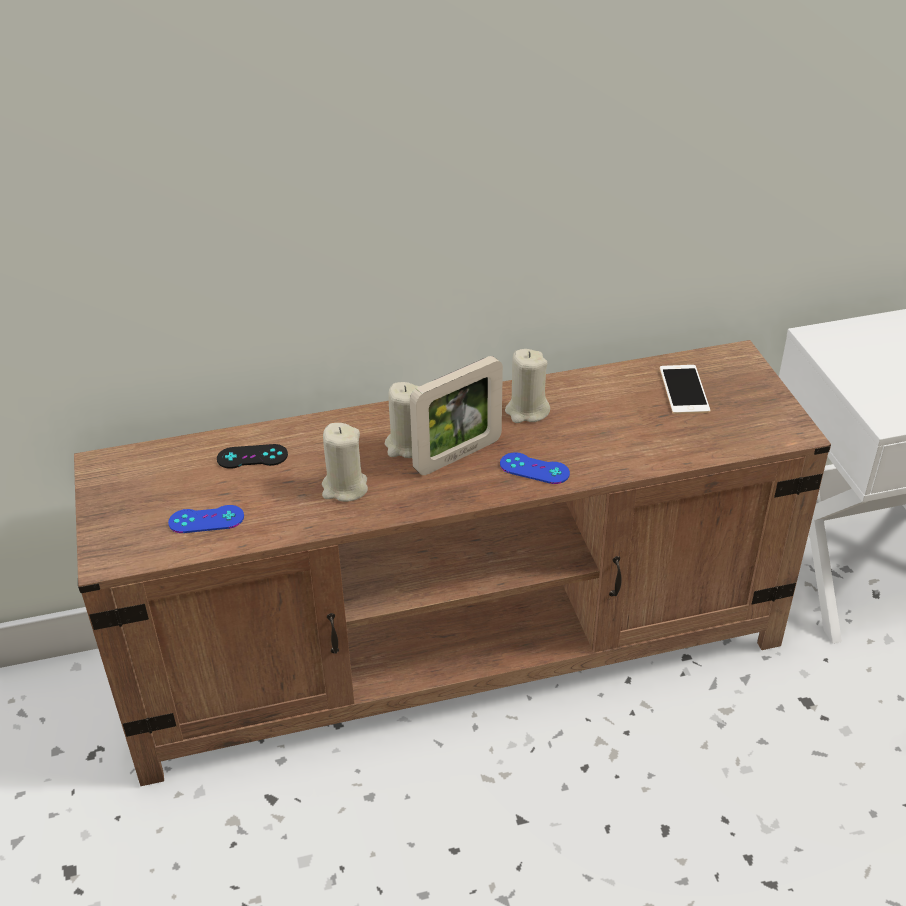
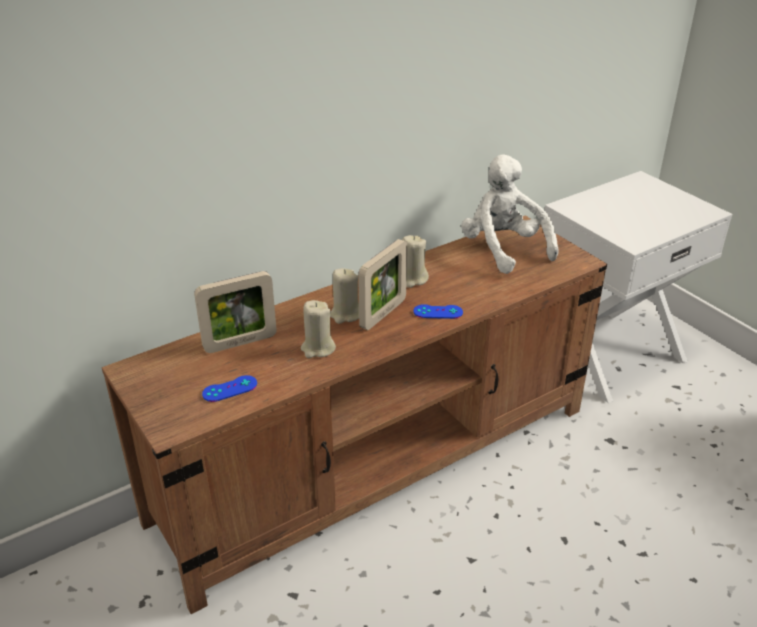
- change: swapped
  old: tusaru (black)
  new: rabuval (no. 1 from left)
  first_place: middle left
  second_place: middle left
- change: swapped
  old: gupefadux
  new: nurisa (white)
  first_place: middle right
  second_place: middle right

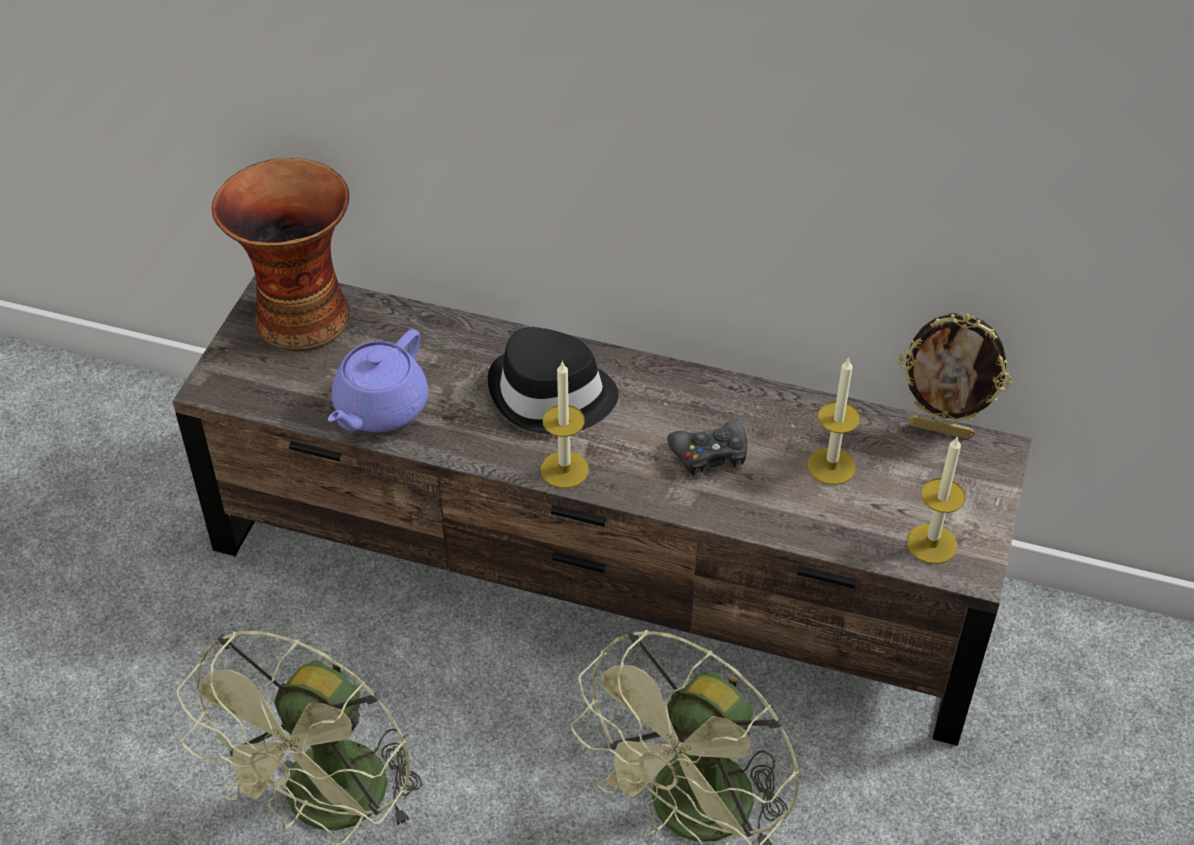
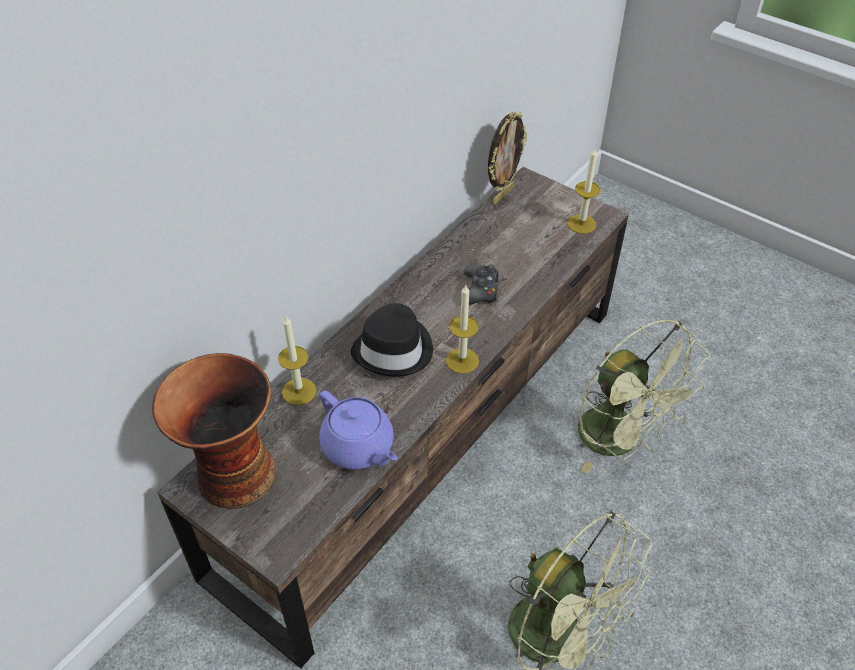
- change: shifted
  old: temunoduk (no. 2 from left in the first image)
  new: temunoduk (no. 1 from left)
  first_place: middle right
  second_place: centre

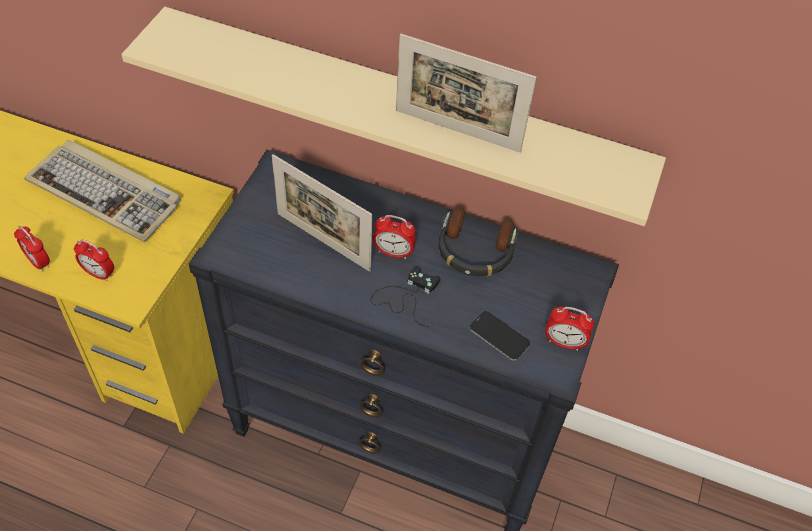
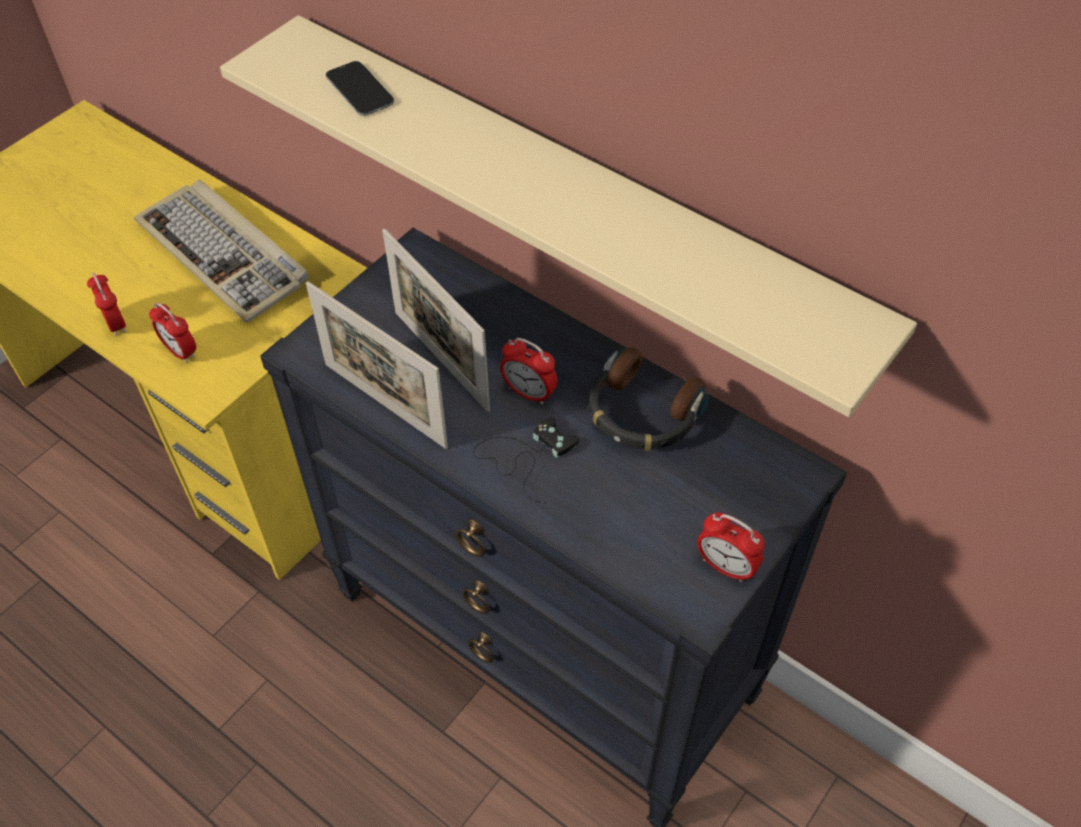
- change: shifted
  old: rabuval (no. 2 from left in the first image)
  new: rabuval (no. 1 from left)
  first_place: top centre
  second_place: centre
- change: shifted
  old: gupefadux
  first_place: centre
  second_place: top left

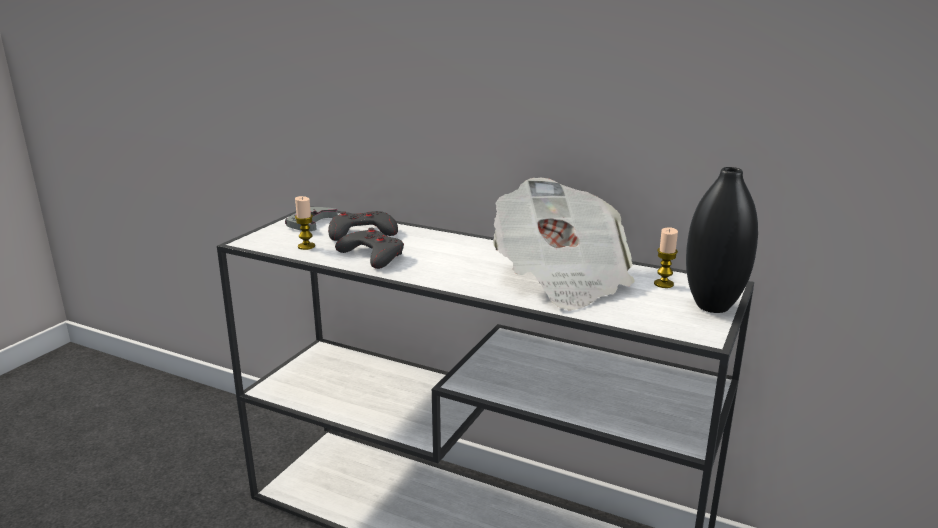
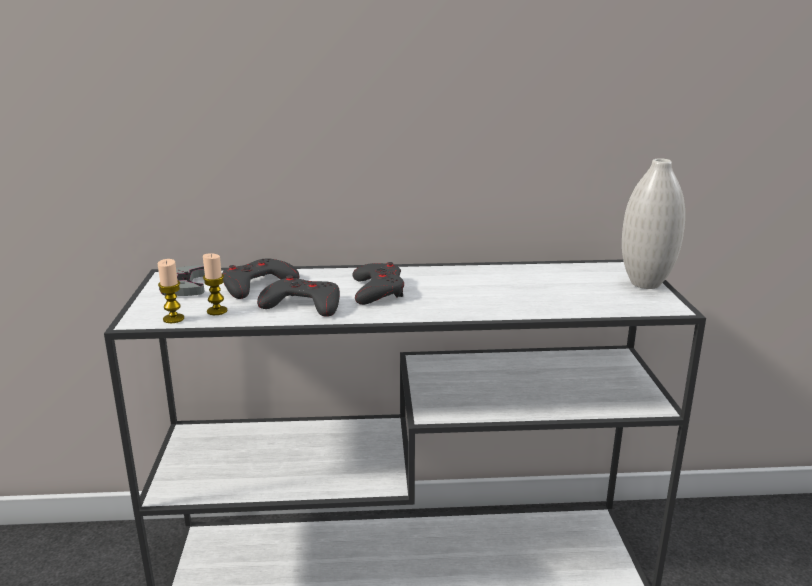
- change: shifted
  old: temunoduk (no. 2 from left in the first image)
  new: temunoduk (no. 1 from left)
  first_place: middle right
  second_place: middle left
- change: new
  new: tusaru (grey) (no. 4 from left)
  second_place: centre
- change: repainted
  old: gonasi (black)
  new: gonasi (white)
  first_place: middle right
  second_place: middle right
- change: gone
  old: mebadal
  first_place: centre

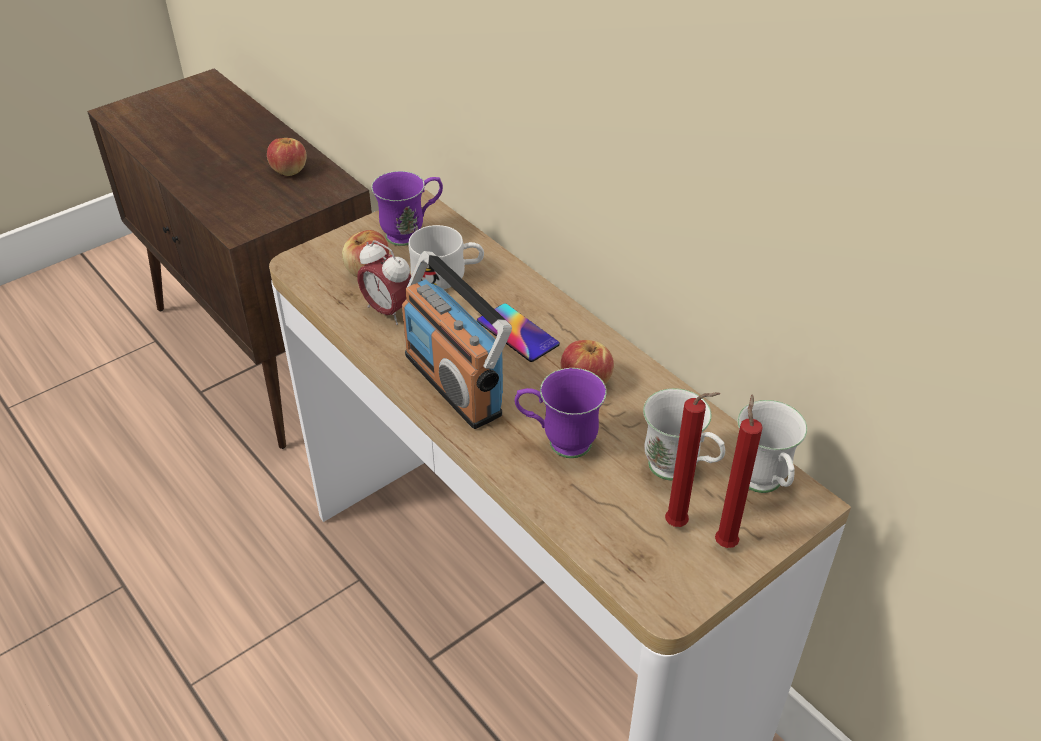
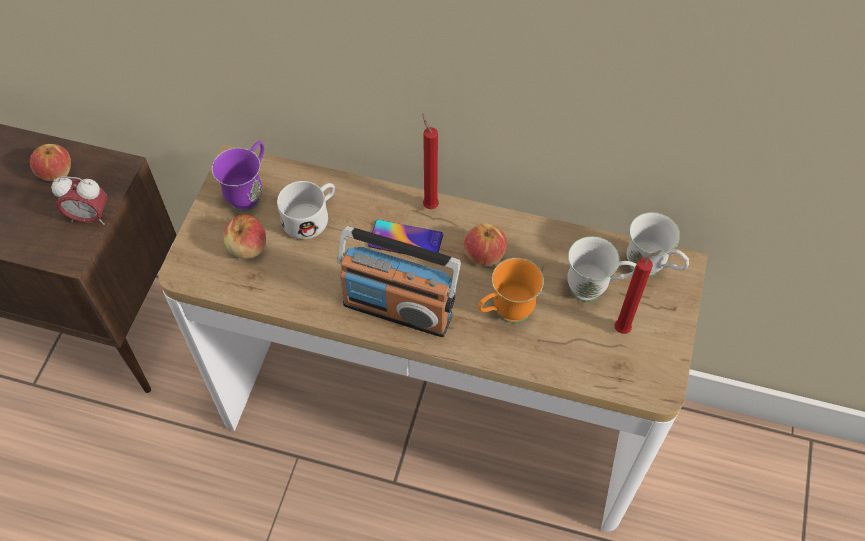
- change: shifted
  old: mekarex
  first_place: centre
  second_place: middle left
- change: shifted
  old: temunoduk (red) (no. 2 from left in the first image)
  new: temunoduk (red) (no. 1 from left)
  first_place: middle right
  second_place: top centre
- change: repainted
  old: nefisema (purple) (no. 2 from left)
  new: nefisema (orange)
  first_place: centre
  second_place: centre

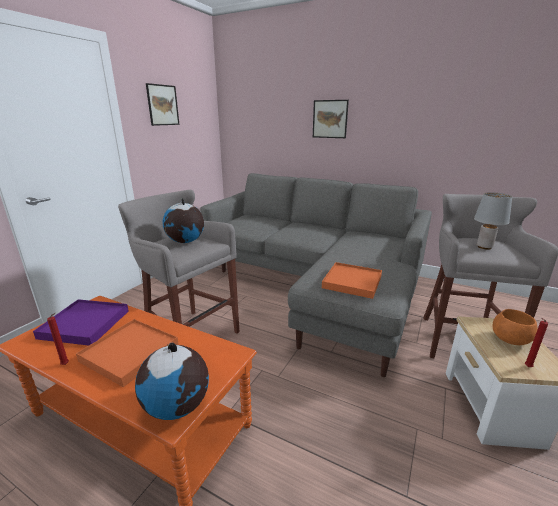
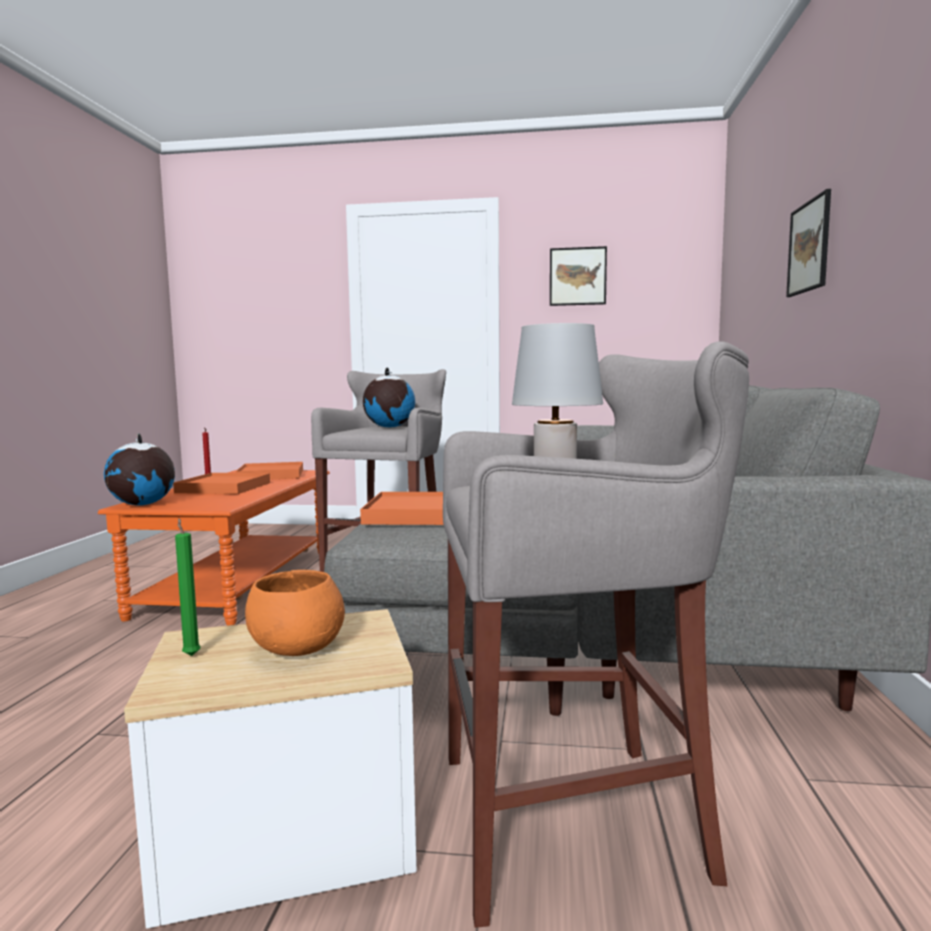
- change: repainted
  old: temunoduk (red) (no. 2 from left)
  new: temunoduk (green)
  first_place: bottom right
  second_place: middle left
- change: repainted
  old: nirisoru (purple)
  new: nirisoru (orange) (no. 2 from left)
  first_place: middle left
  second_place: middle left

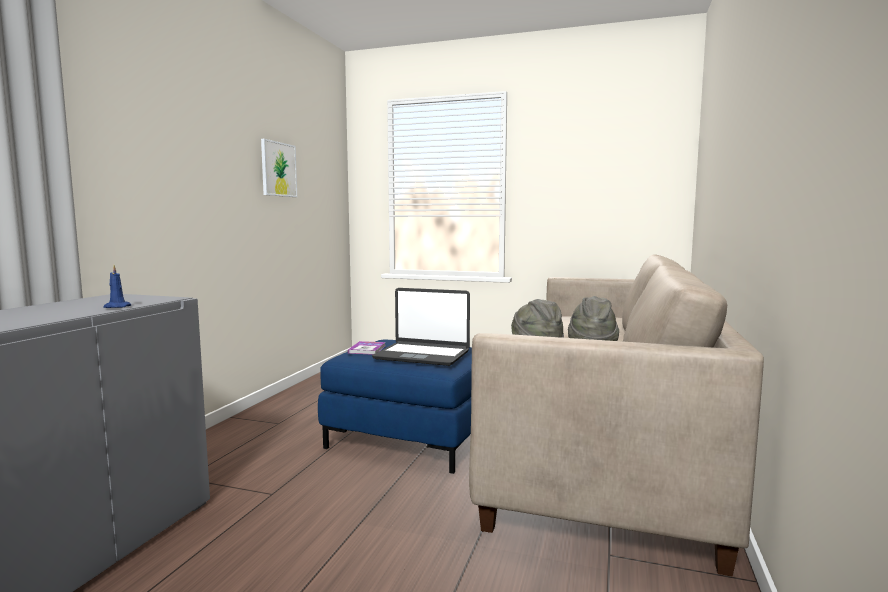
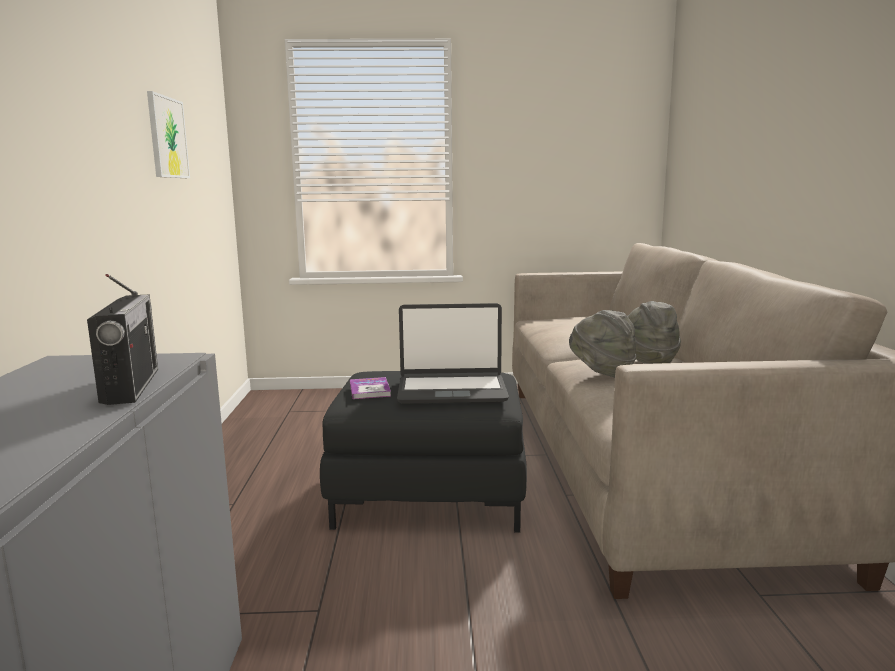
- change: swapped
  old: temunoduk (blue)
  new: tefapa
  first_place: middle left
  second_place: middle left
- change: repainted
  old: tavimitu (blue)
  new: tavimitu (black)
  first_place: bottom centre
  second_place: bottom centre

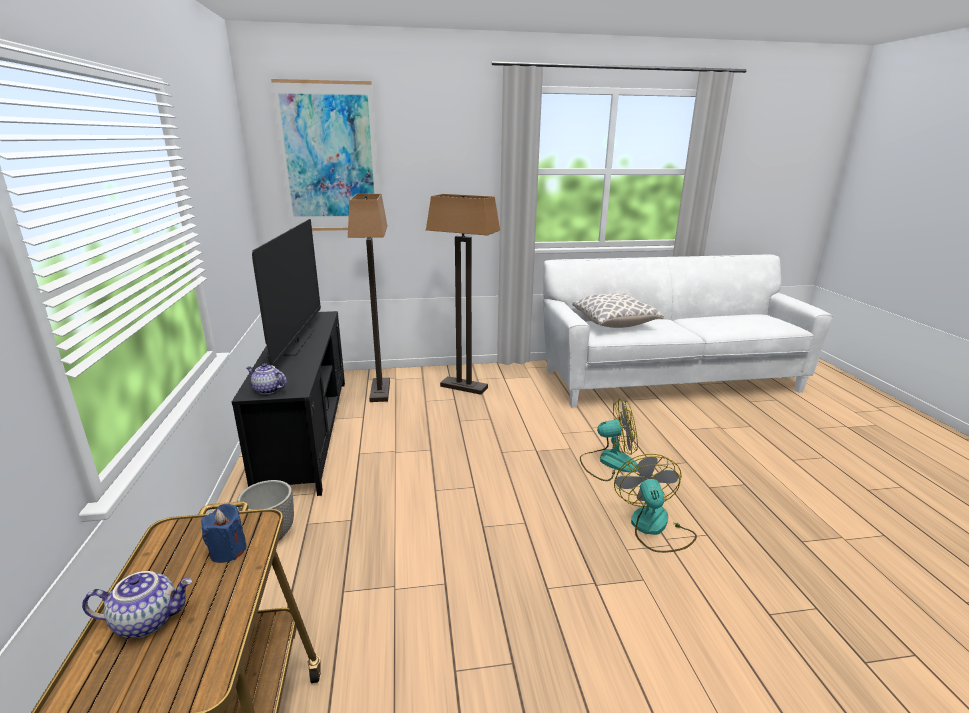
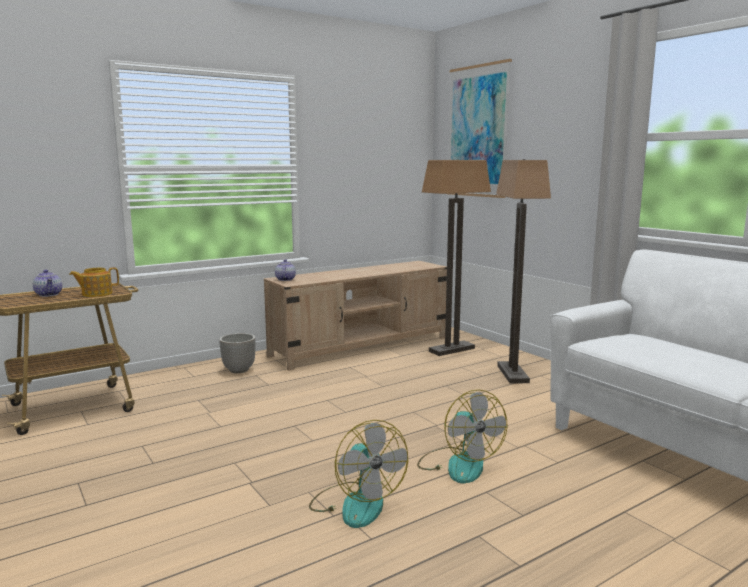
- change: swapped
  old: temunoduk (blue)
  new: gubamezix (no. 2 from left)
  first_place: bottom left
  second_place: middle left
- change: repainted
  old: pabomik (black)
  new: pabomik (beige)
  first_place: middle left
  second_place: centre
- change: rotated
  old: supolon (no. 2 from left in the first image)
  first_place: bottom right
  second_place: bottom centre
  degrees: 90
- change: gone
  old: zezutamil
  first_place: middle left
- change: gone
  old: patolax
  first_place: centre

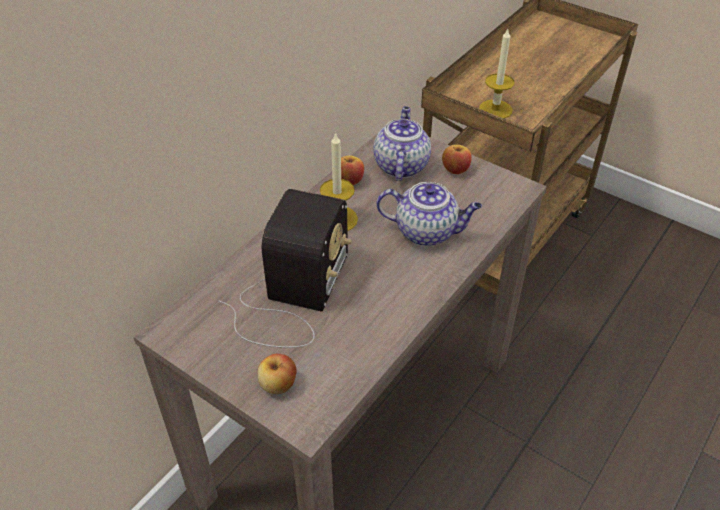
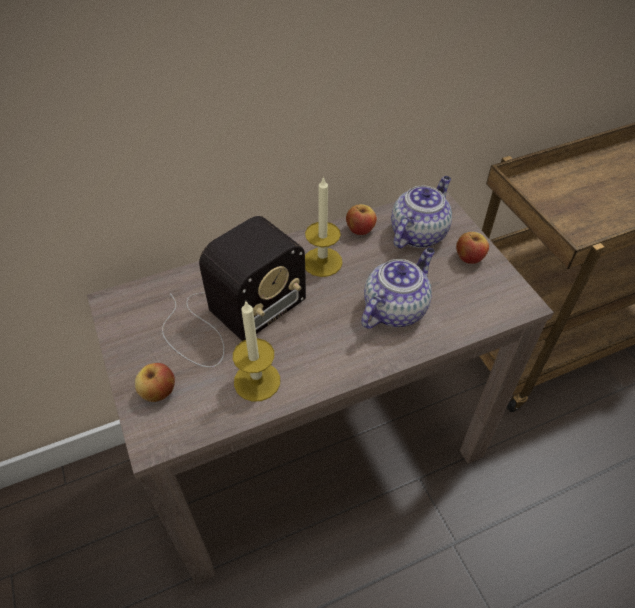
- change: shifted
  old: temunoduk (no. 2 from left in the first image)
  new: temunoduk (no. 1 from left)
  first_place: top right
  second_place: centre
- change: rotated
  old: gubamezix (no. 2 from left in the first image)
  first_place: centre
  second_place: centre
  degrees: -90

